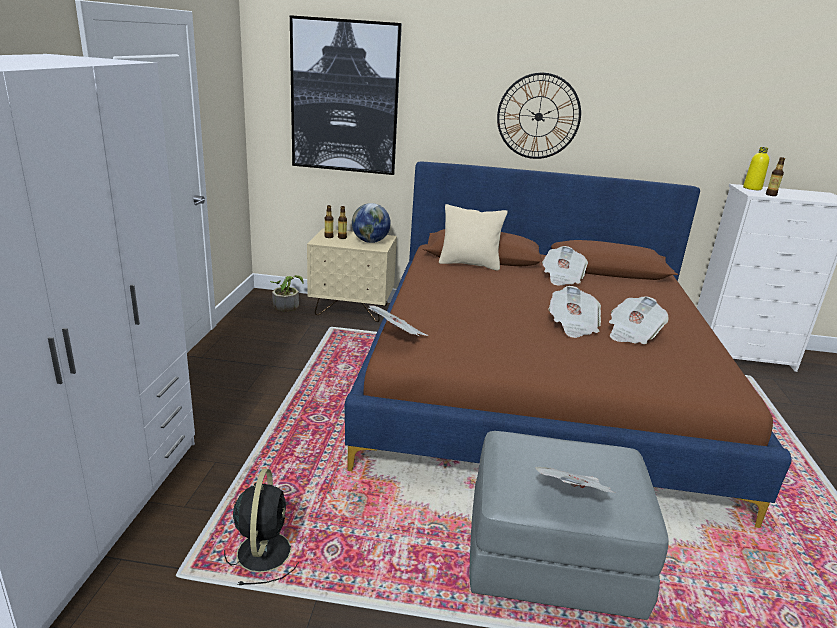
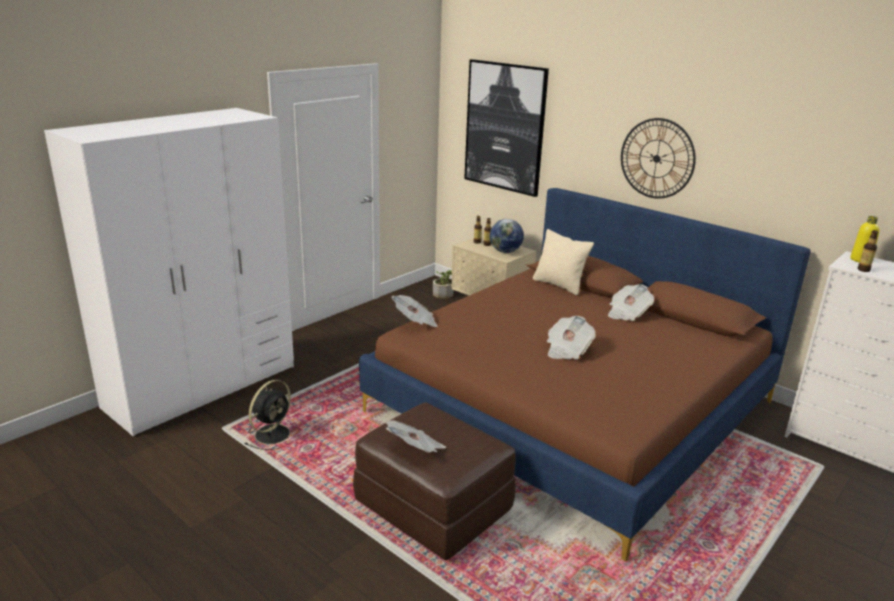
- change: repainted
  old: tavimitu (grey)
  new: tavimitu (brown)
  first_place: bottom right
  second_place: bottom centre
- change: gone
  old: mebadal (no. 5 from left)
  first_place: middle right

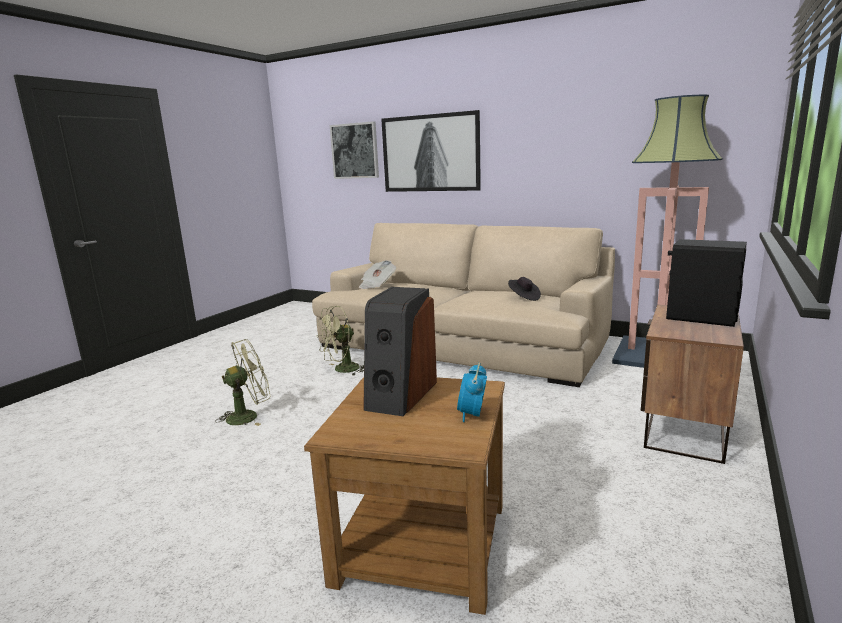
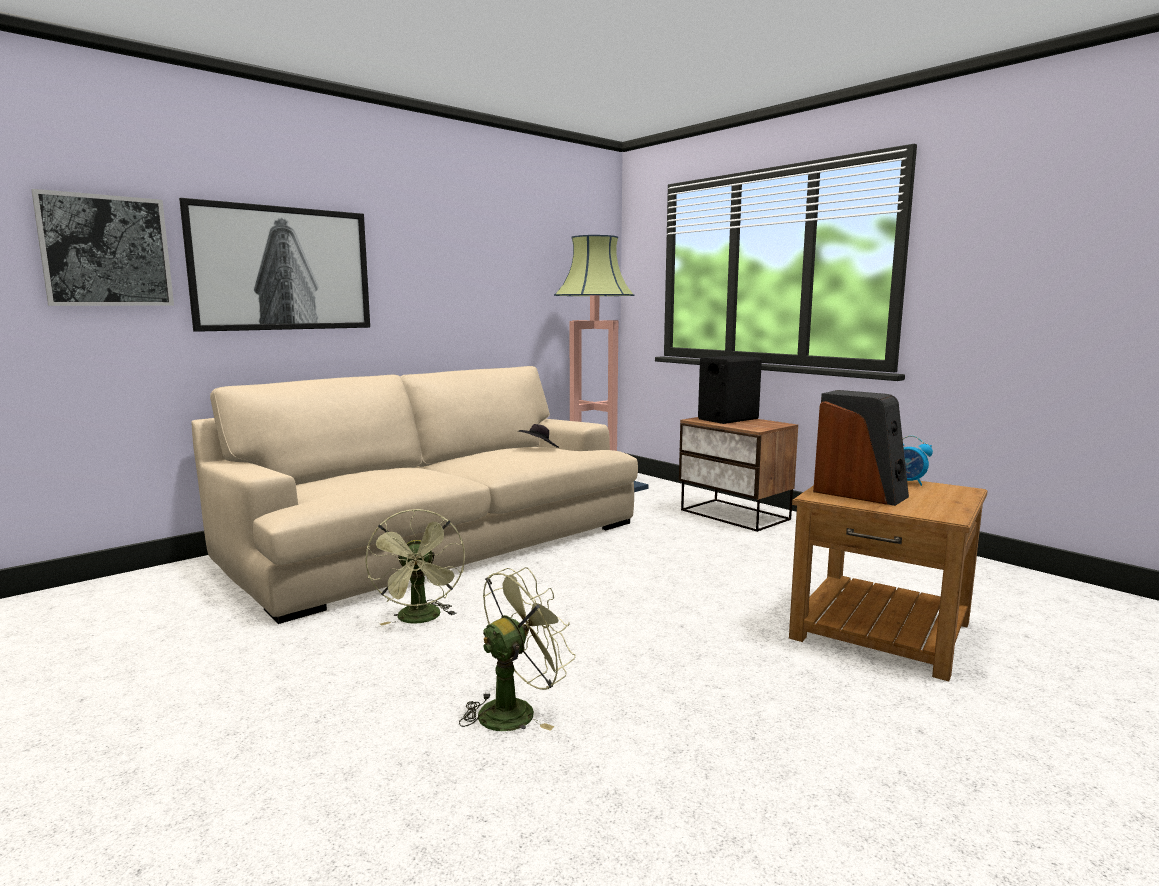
- change: rotated
  old: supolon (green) (no. 1 from left in the first image)
  first_place: middle left
  second_place: bottom centre
  degrees: 60
- change: gone
  old: mebadal
  first_place: centre

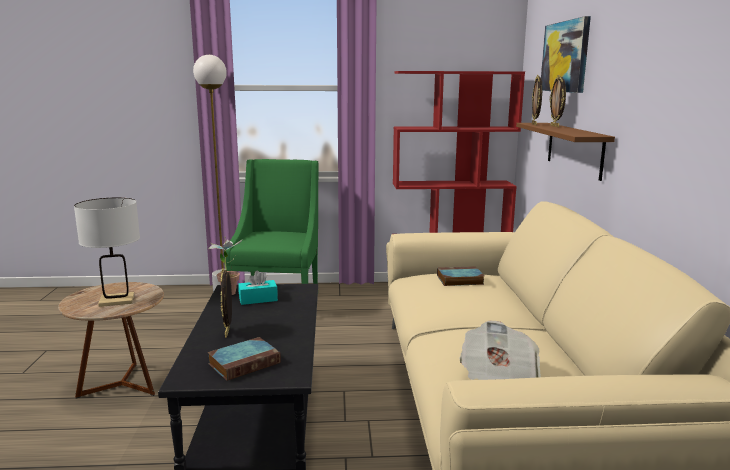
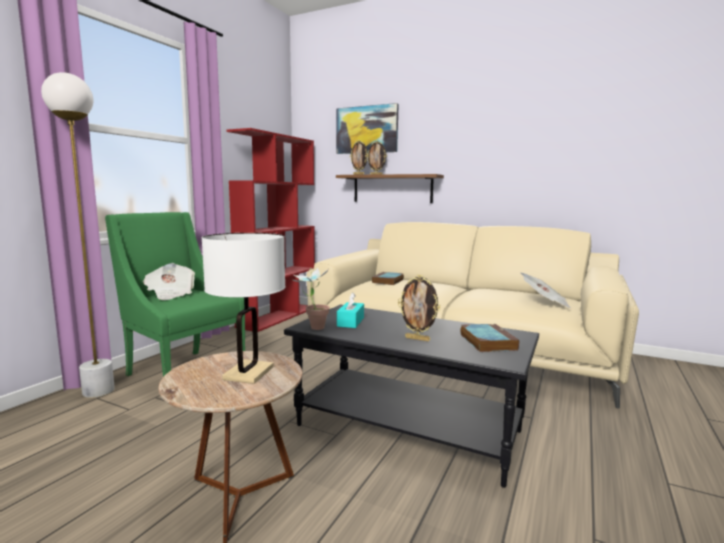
- change: new
  new: mebadal (no. 1 from left)
  second_place: middle left

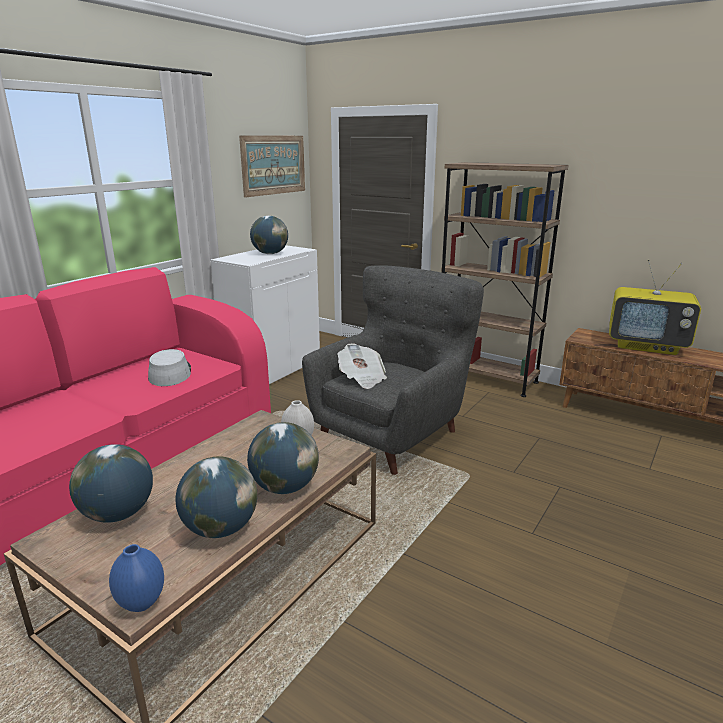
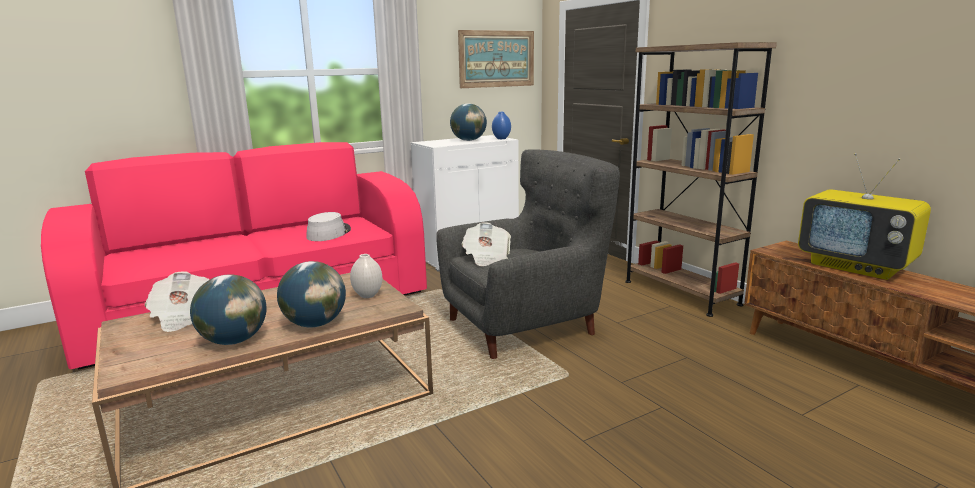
- change: swapped
  old: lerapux (no. 1 from left)
  new: mebadal (no. 1 from left)
  first_place: bottom left
  second_place: middle left
- change: shifted
  old: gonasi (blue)
  first_place: bottom left
  second_place: top centre

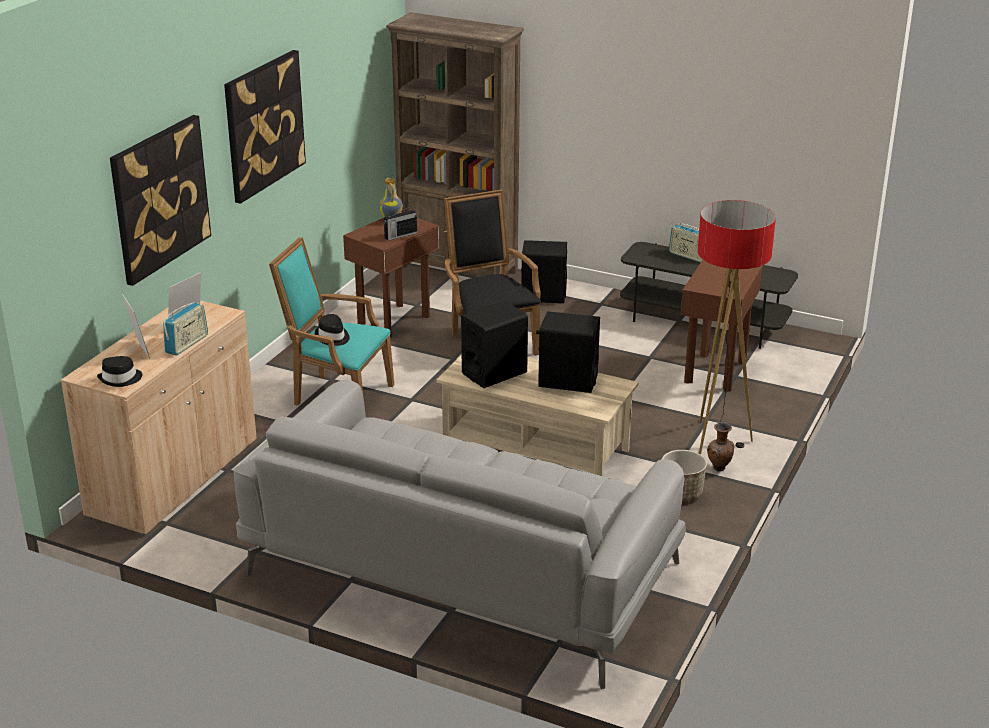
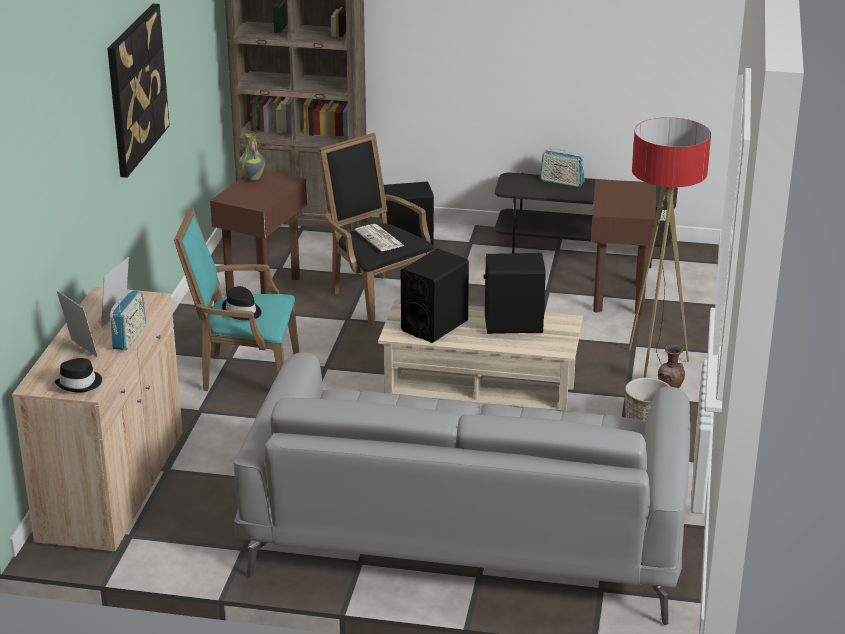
- change: new
  new: mebadal
  second_place: centre
- change: gone
  old: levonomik (no. 1 from left)
  first_place: top left
- change: gone
  old: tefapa (no. 2 from left)
  first_place: top centre

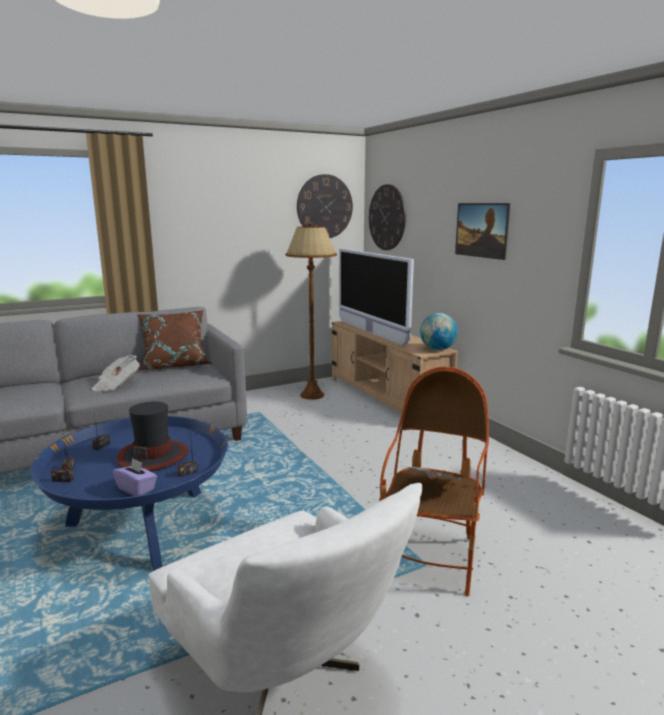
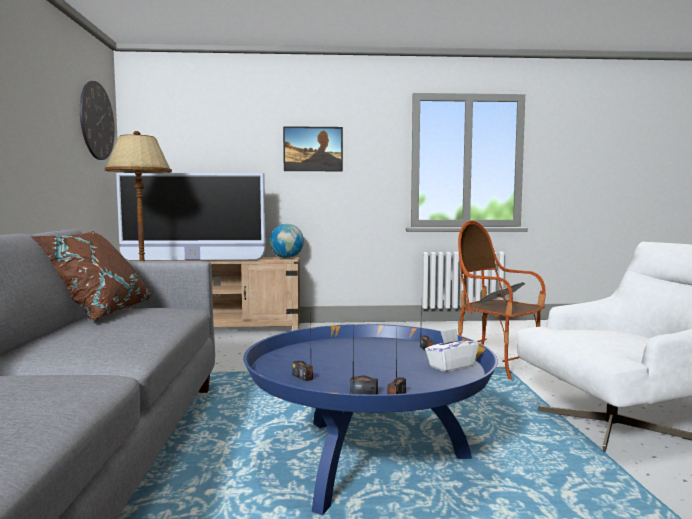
- change: repainted
  old: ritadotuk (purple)
  new: ritadotuk (white)
  first_place: bottom left
  second_place: bottom centre
- change: gone
  old: mebadal (no. 1 from left)
  first_place: middle left
- change: gone
  old: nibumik
  first_place: middle left
- change: gone
  old: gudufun (no. 2 from left)
  first_place: top centre

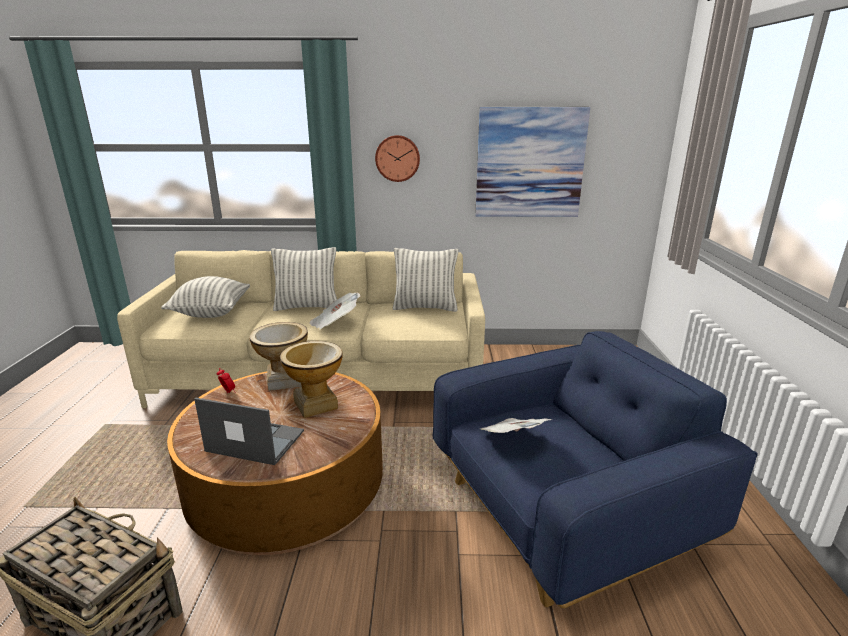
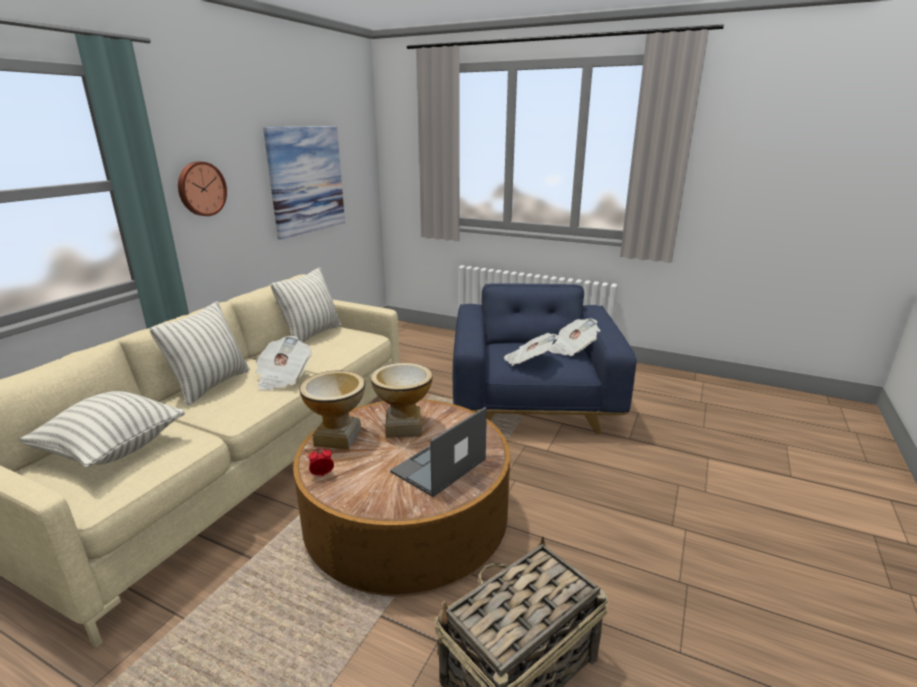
- change: new
  new: mebadal (no. 3 from left)
  second_place: centre

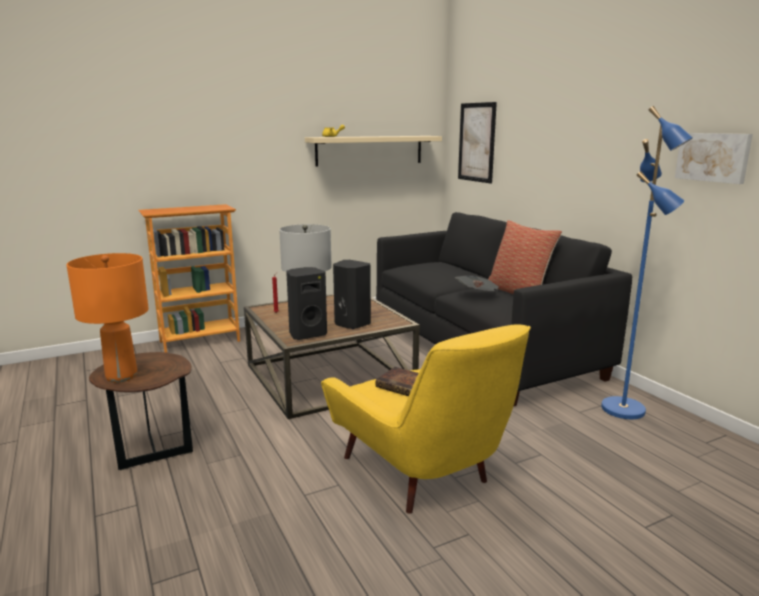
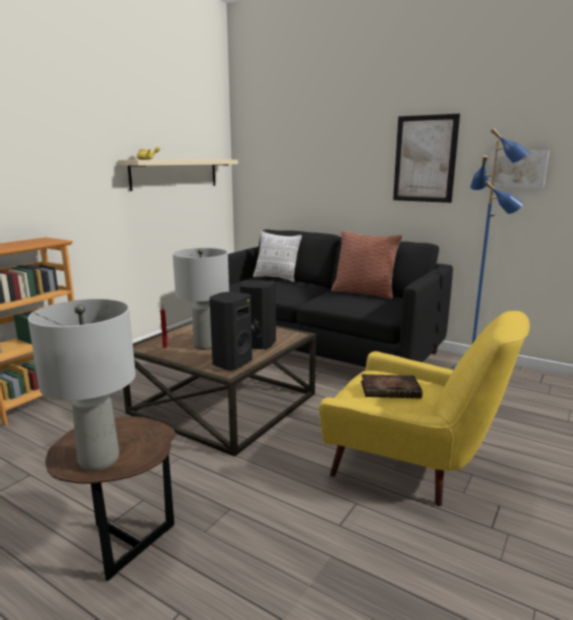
- change: repainted
  old: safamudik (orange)
  new: safamudik (grey) (no. 1 from left)
  first_place: middle left
  second_place: middle left
- change: new
  new: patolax (no. 1 from left)
  second_place: centre
- change: shifted
  old: levonomik (no. 1 from left)
  first_place: top centre
  second_place: top right
- change: gone
  old: mebadal
  first_place: centre

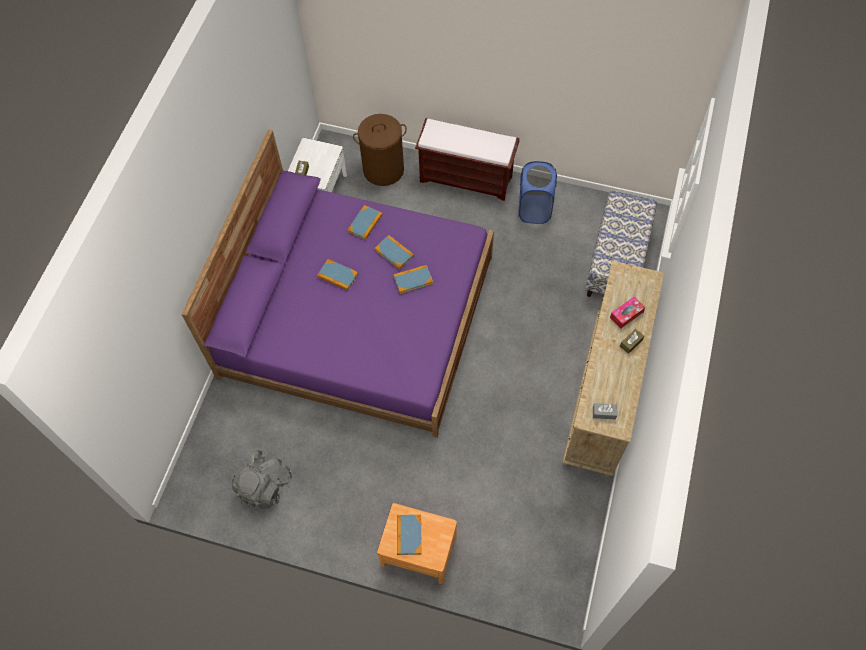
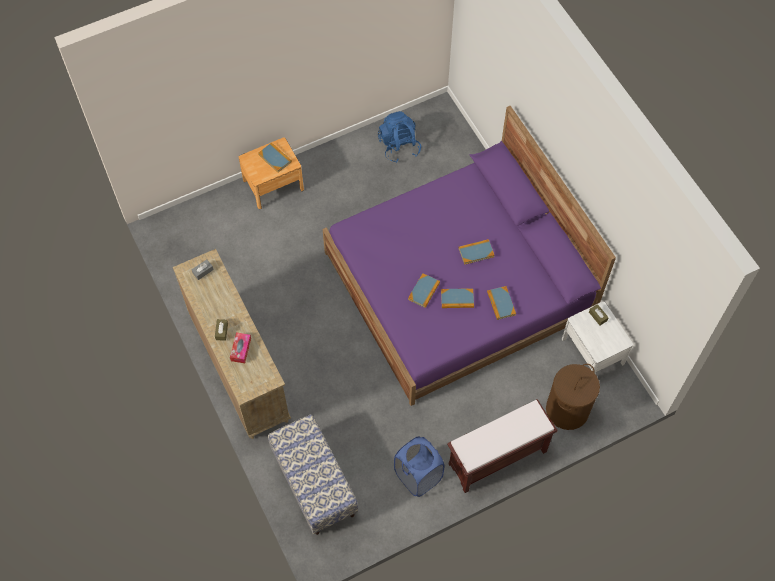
- change: repainted
  old: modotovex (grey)
  new: modotovex (blue)
  first_place: bottom left
  second_place: top centre

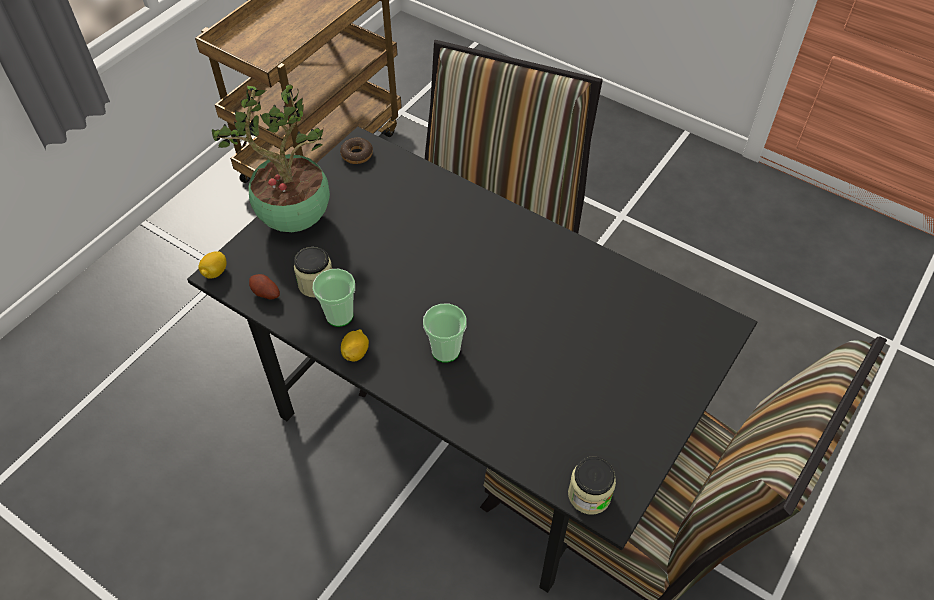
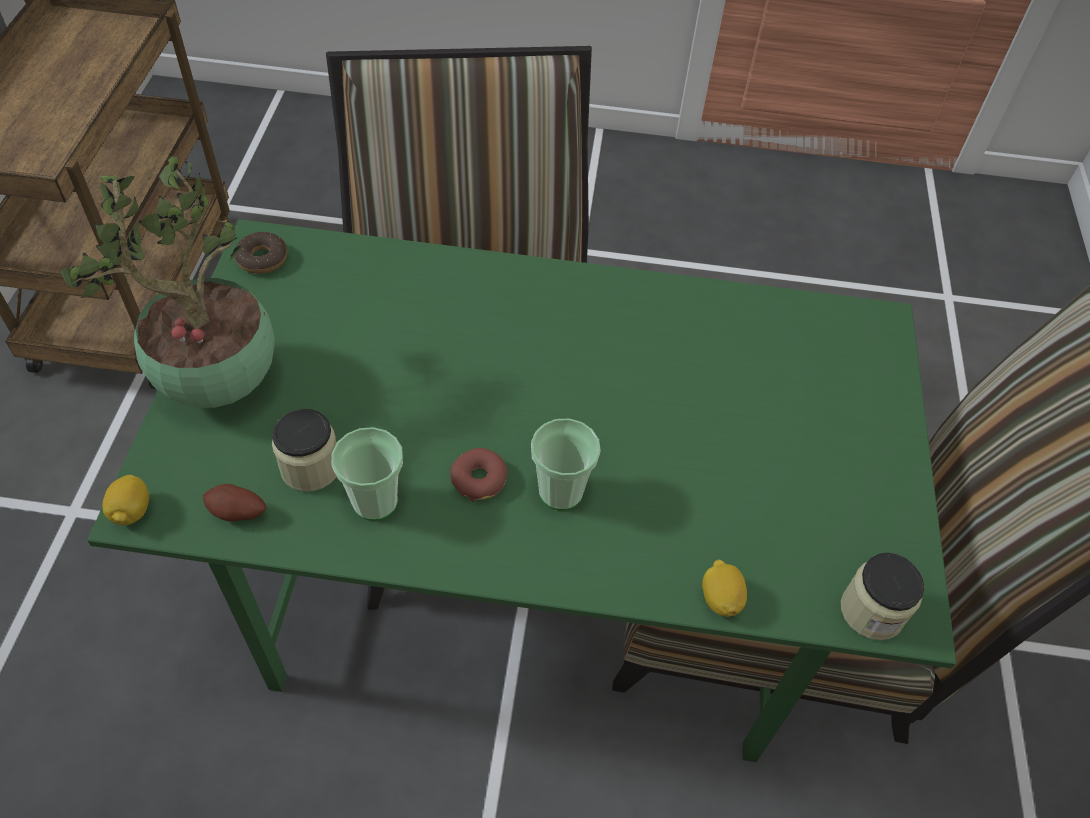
- change: repainted
  old: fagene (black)
  new: fagene (green)
  first_place: centre
  second_place: centre
- change: new
  new: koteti (no. 2 from left)
  second_place: centre
- change: shifted
  old: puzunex (no. 2 from left)
  first_place: centre
  second_place: bottom centre

